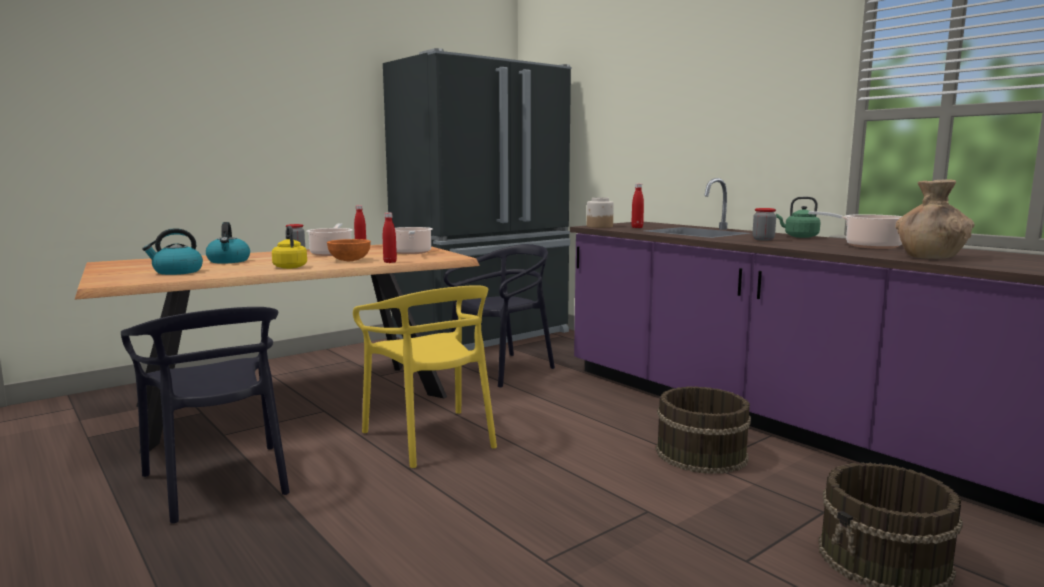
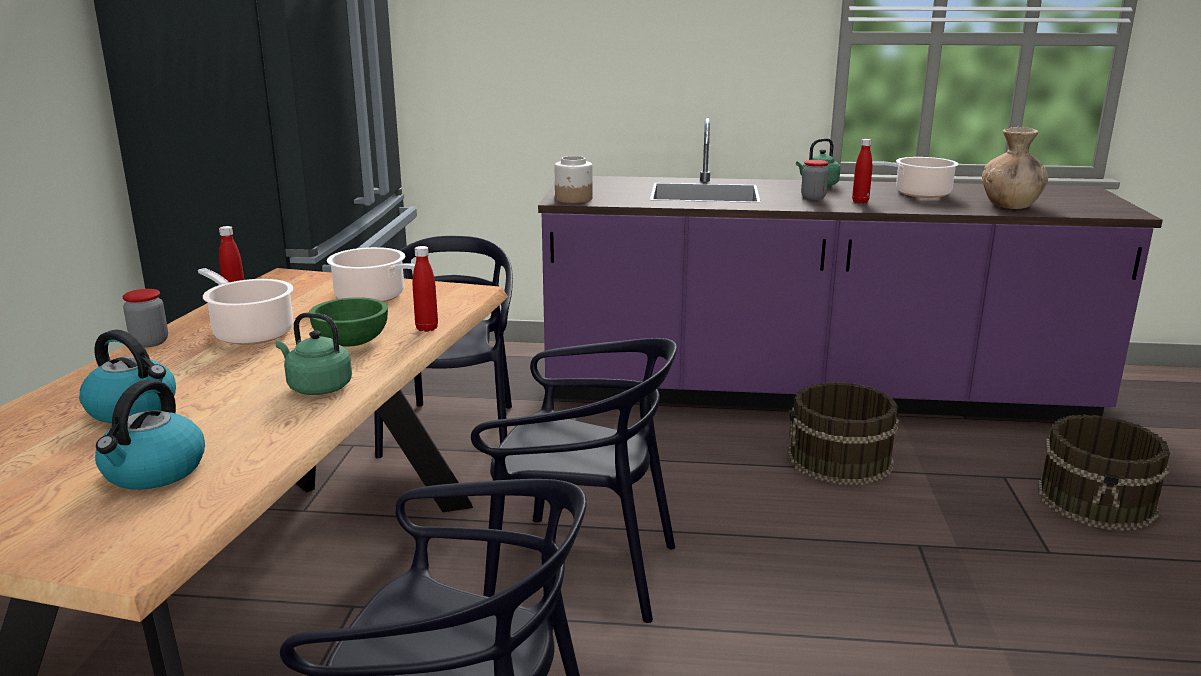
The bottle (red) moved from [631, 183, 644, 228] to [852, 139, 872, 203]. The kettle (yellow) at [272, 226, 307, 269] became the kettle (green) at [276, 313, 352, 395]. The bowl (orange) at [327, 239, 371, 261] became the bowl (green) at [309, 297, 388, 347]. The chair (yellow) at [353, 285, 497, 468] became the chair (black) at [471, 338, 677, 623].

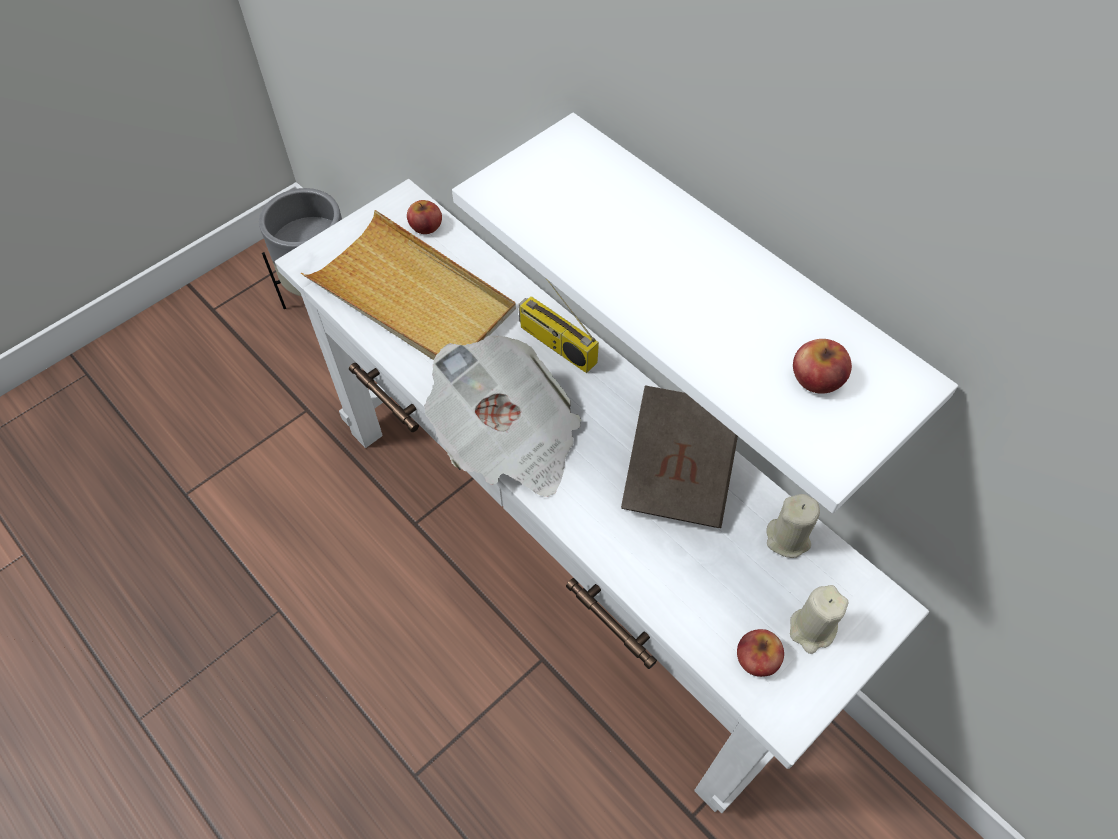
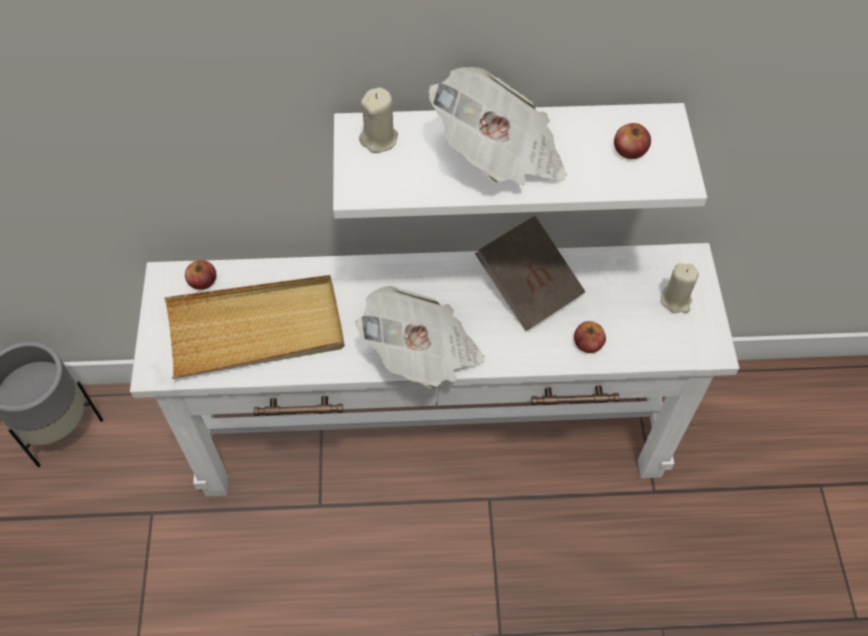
The radio at [518, 280, 599, 373] disappeared. The candle (beige) moved from [766, 494, 820, 558] to [359, 87, 398, 153]. The apple moved from [737, 629, 784, 677] to [574, 321, 606, 353]. The newspaper at [429, 67, 567, 186] appeared.

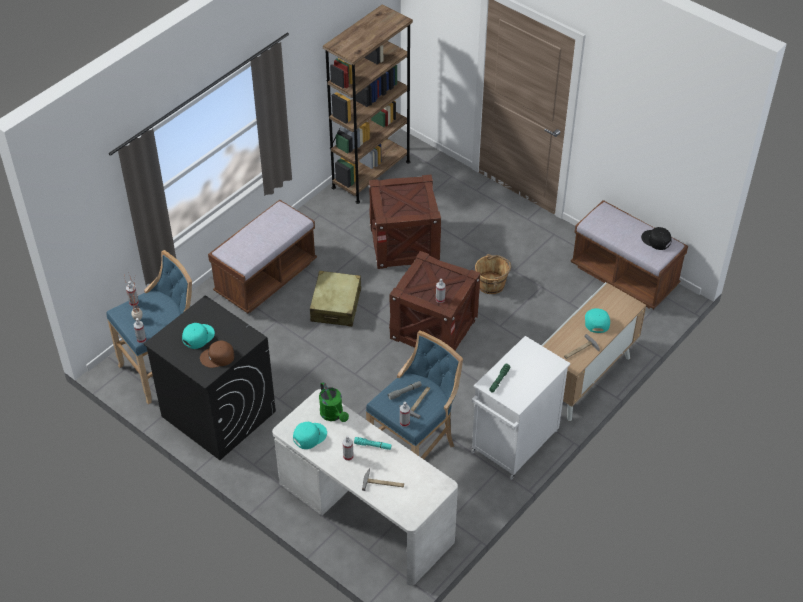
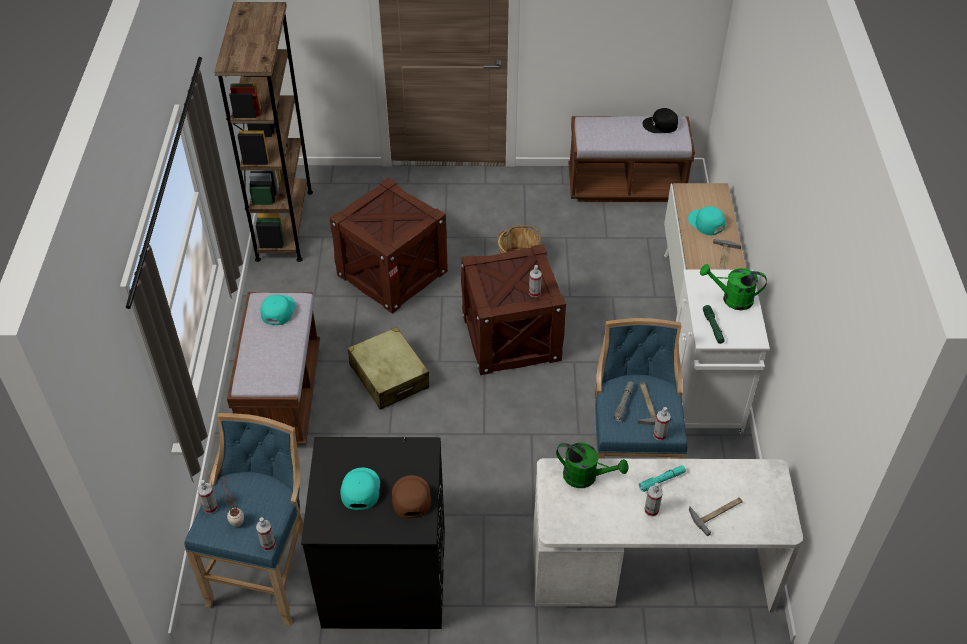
The cap (brown) at [200, 340, 234, 368] turned 135 degrees clockwise. The cap (turquoise) moved from [293, 422, 327, 449] to [260, 295, 296, 325]. The watering can (green) at [700, 264, 767, 310] appeared.

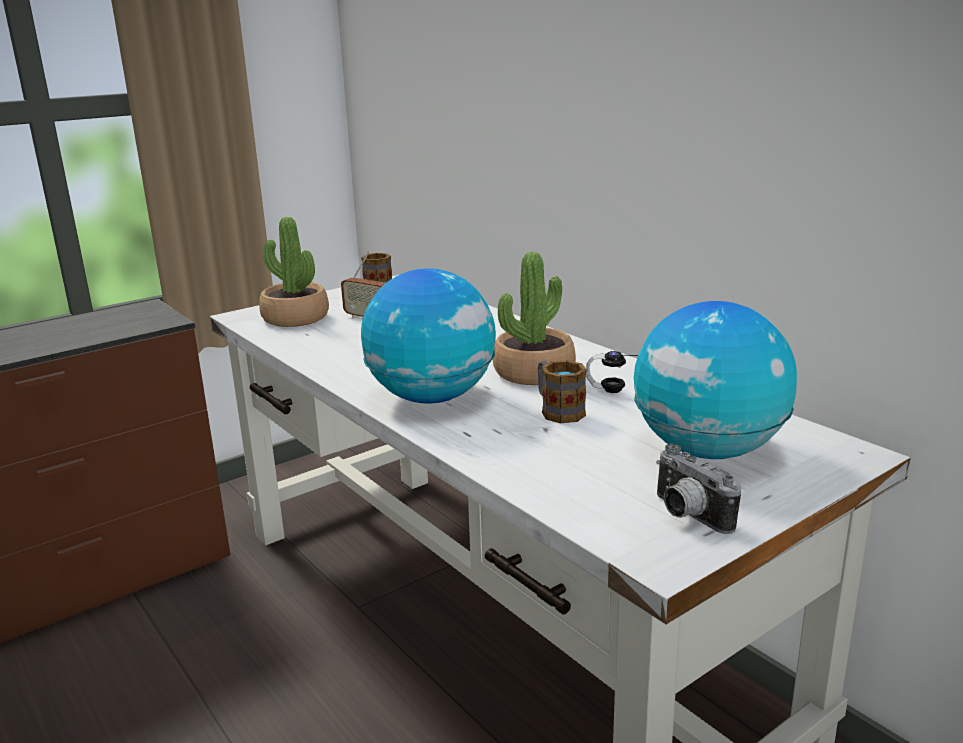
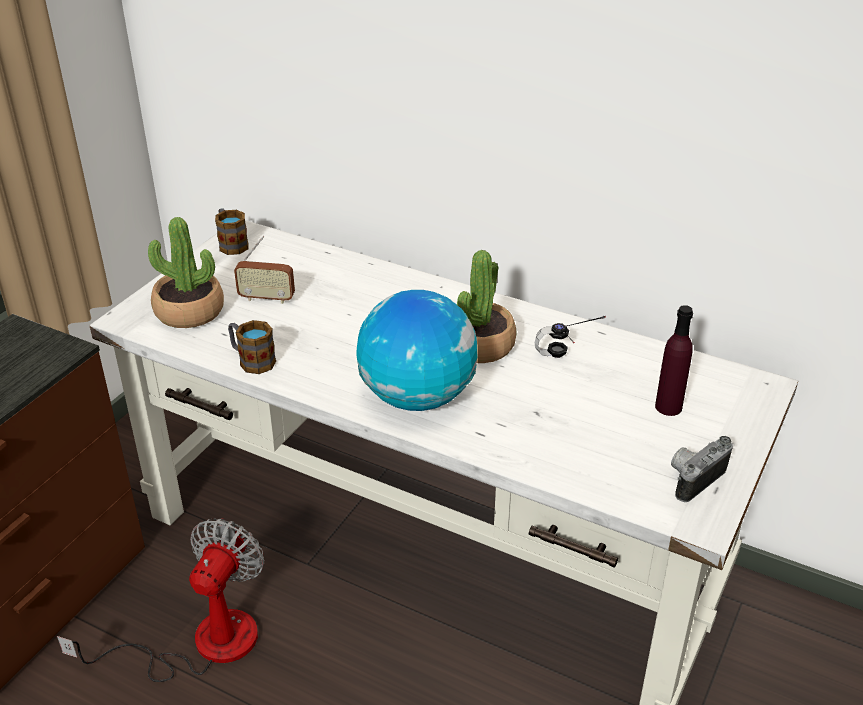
The globe at [634, 301, 797, 459] was replaced by the bottle (purple) at [655, 305, 693, 416]. The mug moved from [538, 360, 587, 423] to [228, 320, 276, 374]. The photo camera at [656, 444, 741, 534] turned 105 degrees clockwise. The fan at [57, 518, 264, 682] appeared.

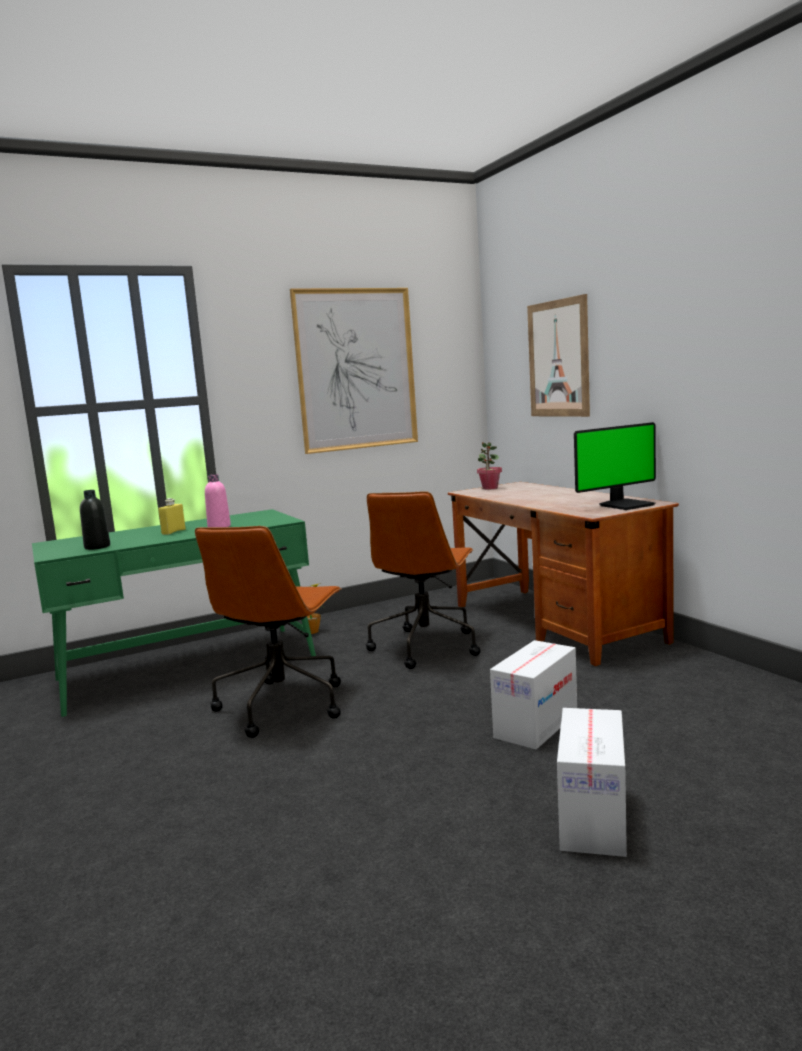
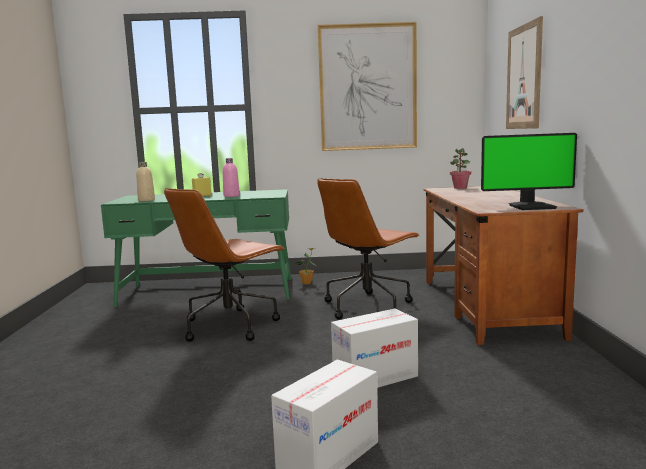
The bottle (black) at [80, 490, 110, 550] became the bottle (beige) at [136, 162, 155, 201].

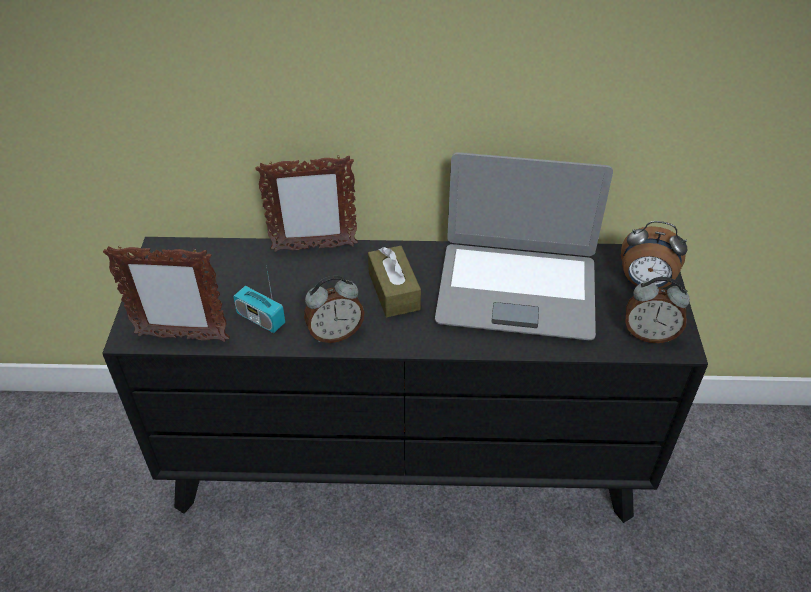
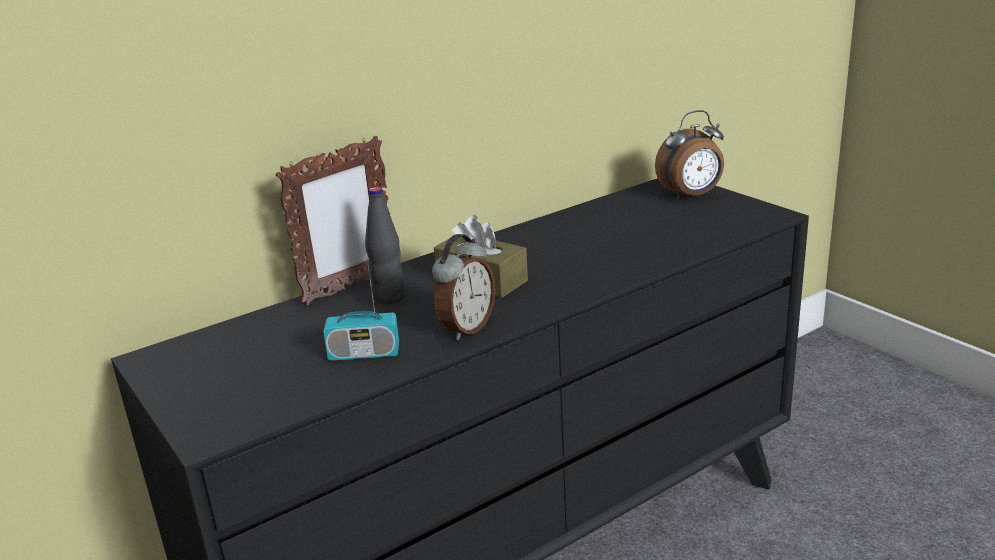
The laptop at [435, 152, 613, 340] disappeared. The picture frame at [103, 245, 230, 342] disappeared. The alarm clock at [626, 277, 690, 343] disappeared. The bottle (black) at [365, 187, 405, 304] appeared.

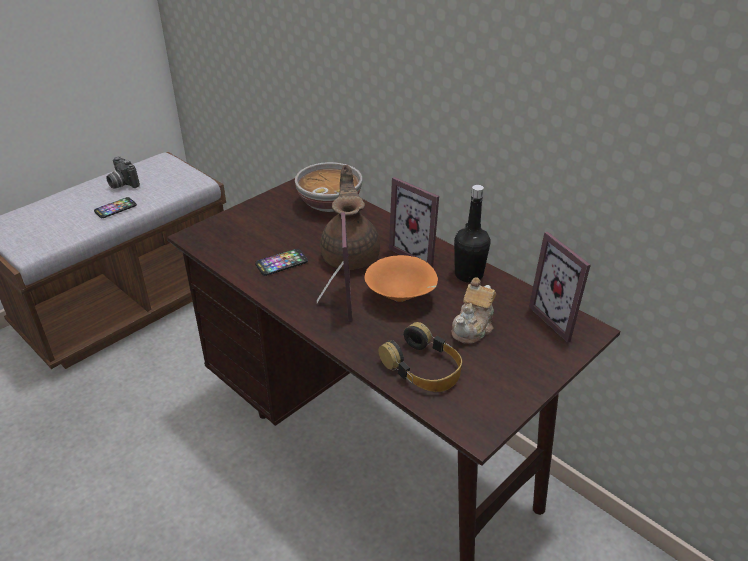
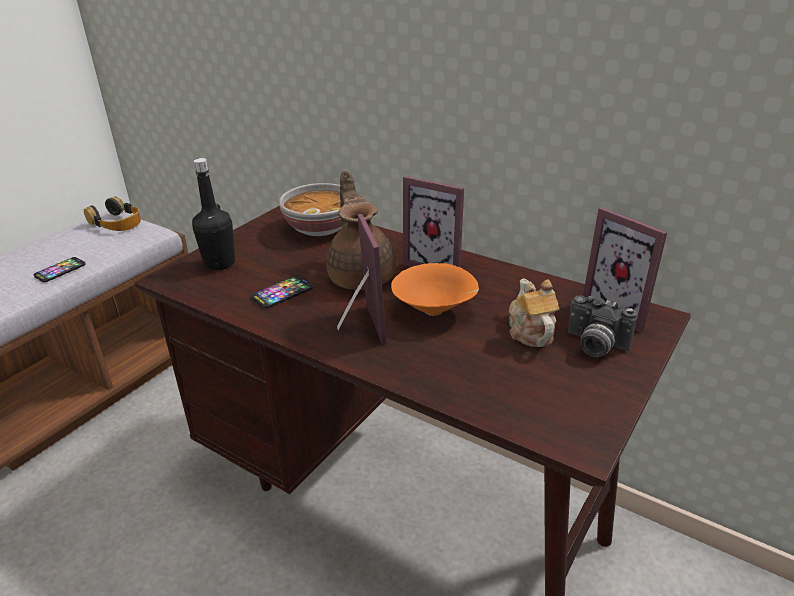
The photo camera moved from [106, 157, 140, 189] to [568, 295, 637, 357]. The bottle (black) moved from [454, 185, 491, 283] to [192, 158, 235, 270]. The teapot at [451, 277, 496, 344] turned 150 degrees clockwise. The headphones moved from [379, 322, 462, 392] to [84, 197, 141, 231].

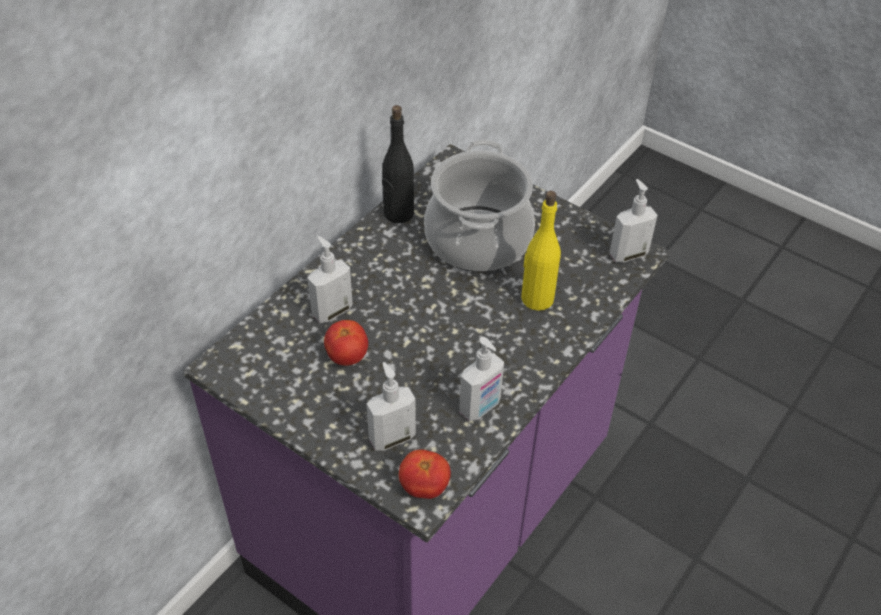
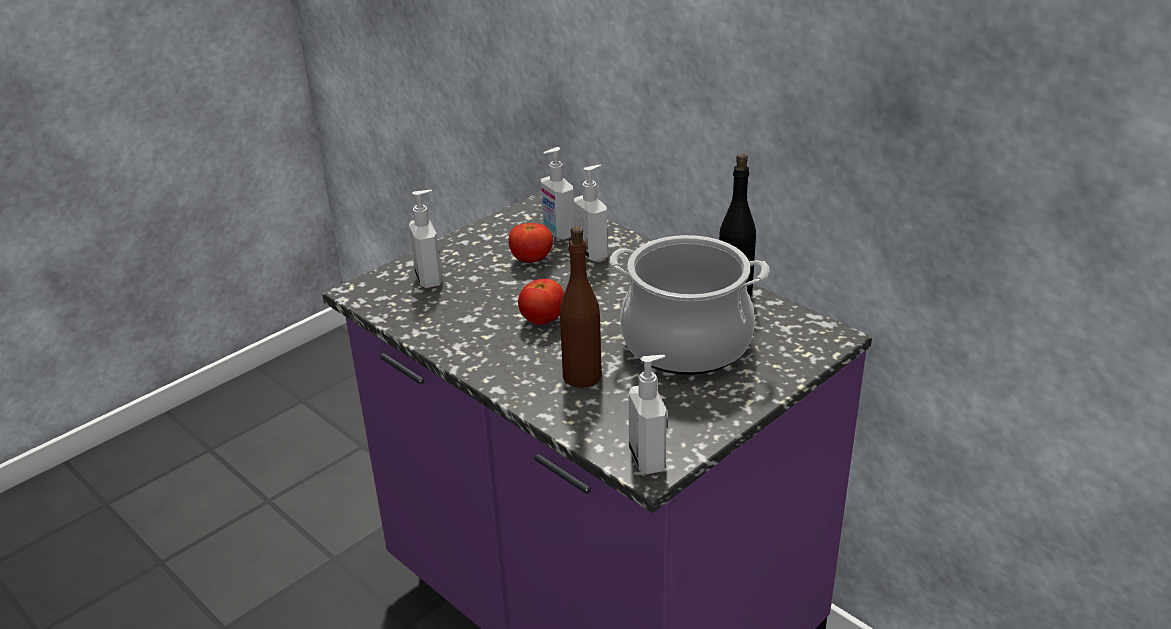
The bottle (yellow) at [521, 191, 561, 311] became the bottle (brown) at [560, 226, 601, 388]. The soap dispenser moved from [459, 337, 504, 421] to [541, 147, 575, 240]. The tomato moved from [399, 449, 451, 499] to [518, 279, 564, 325].

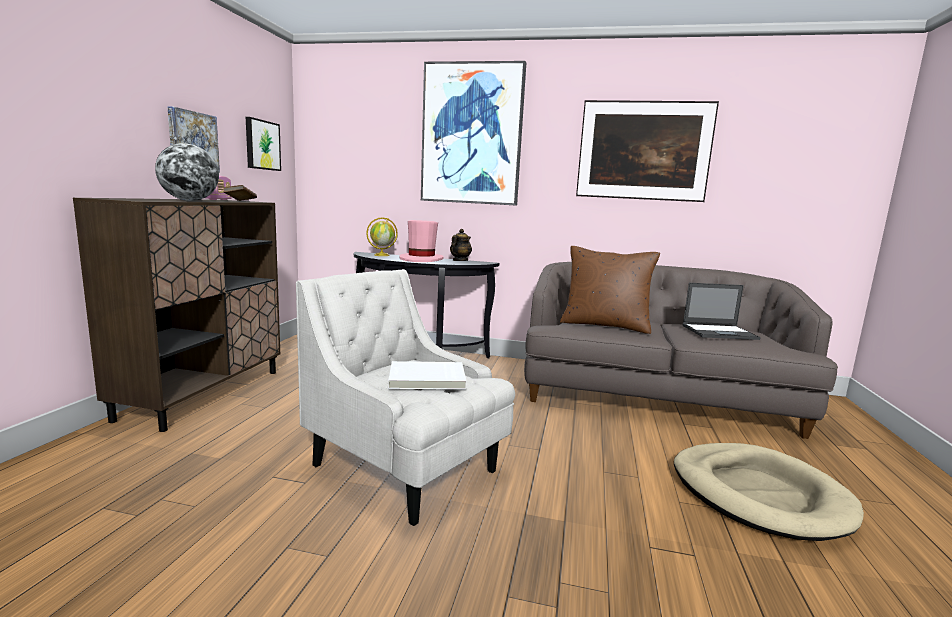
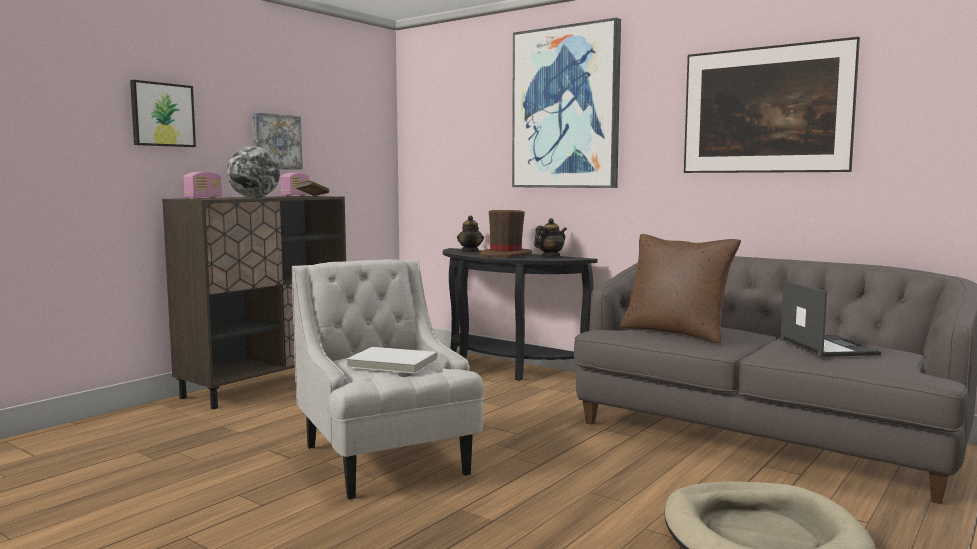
The picture moved from [246, 117, 281, 171] to [130, 80, 196, 147]. The globe at [366, 217, 398, 256] was replaced by the teapot at [457, 216, 484, 252]. The hat (pink) at [399, 220, 444, 262] became the hat (brown) at [480, 210, 532, 258]. The laptop at [682, 283, 761, 340] turned 120 degrees counterclockwise. The radio at [184, 172, 222, 199] appeared.

